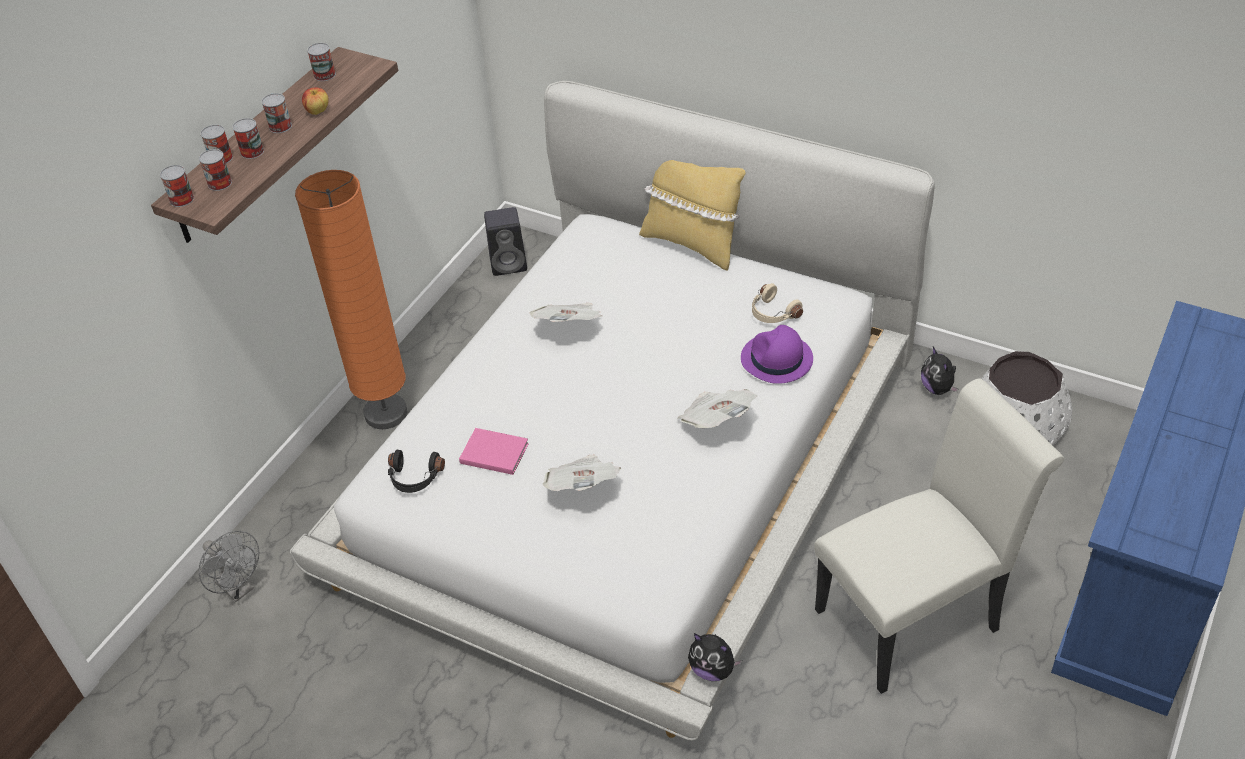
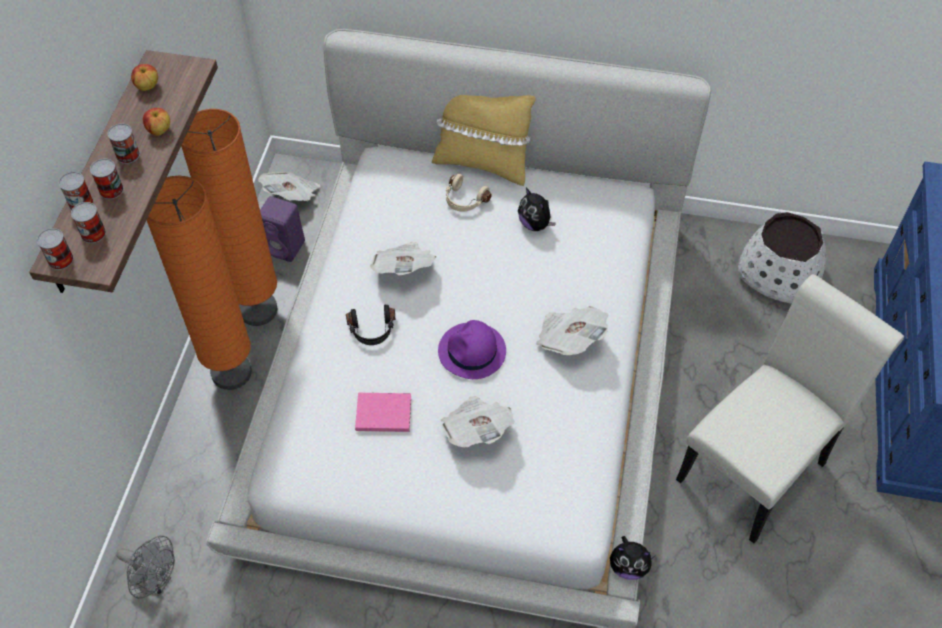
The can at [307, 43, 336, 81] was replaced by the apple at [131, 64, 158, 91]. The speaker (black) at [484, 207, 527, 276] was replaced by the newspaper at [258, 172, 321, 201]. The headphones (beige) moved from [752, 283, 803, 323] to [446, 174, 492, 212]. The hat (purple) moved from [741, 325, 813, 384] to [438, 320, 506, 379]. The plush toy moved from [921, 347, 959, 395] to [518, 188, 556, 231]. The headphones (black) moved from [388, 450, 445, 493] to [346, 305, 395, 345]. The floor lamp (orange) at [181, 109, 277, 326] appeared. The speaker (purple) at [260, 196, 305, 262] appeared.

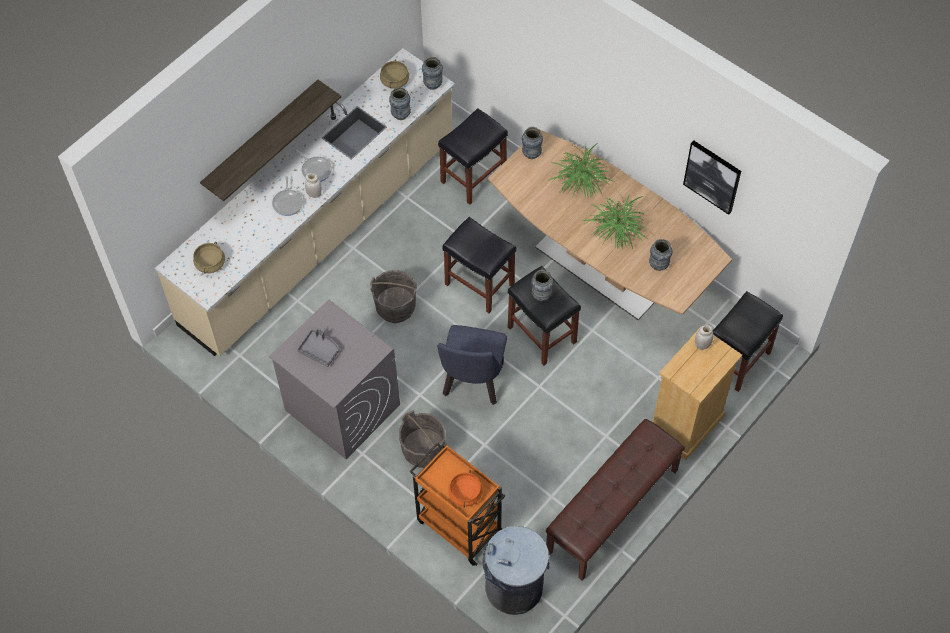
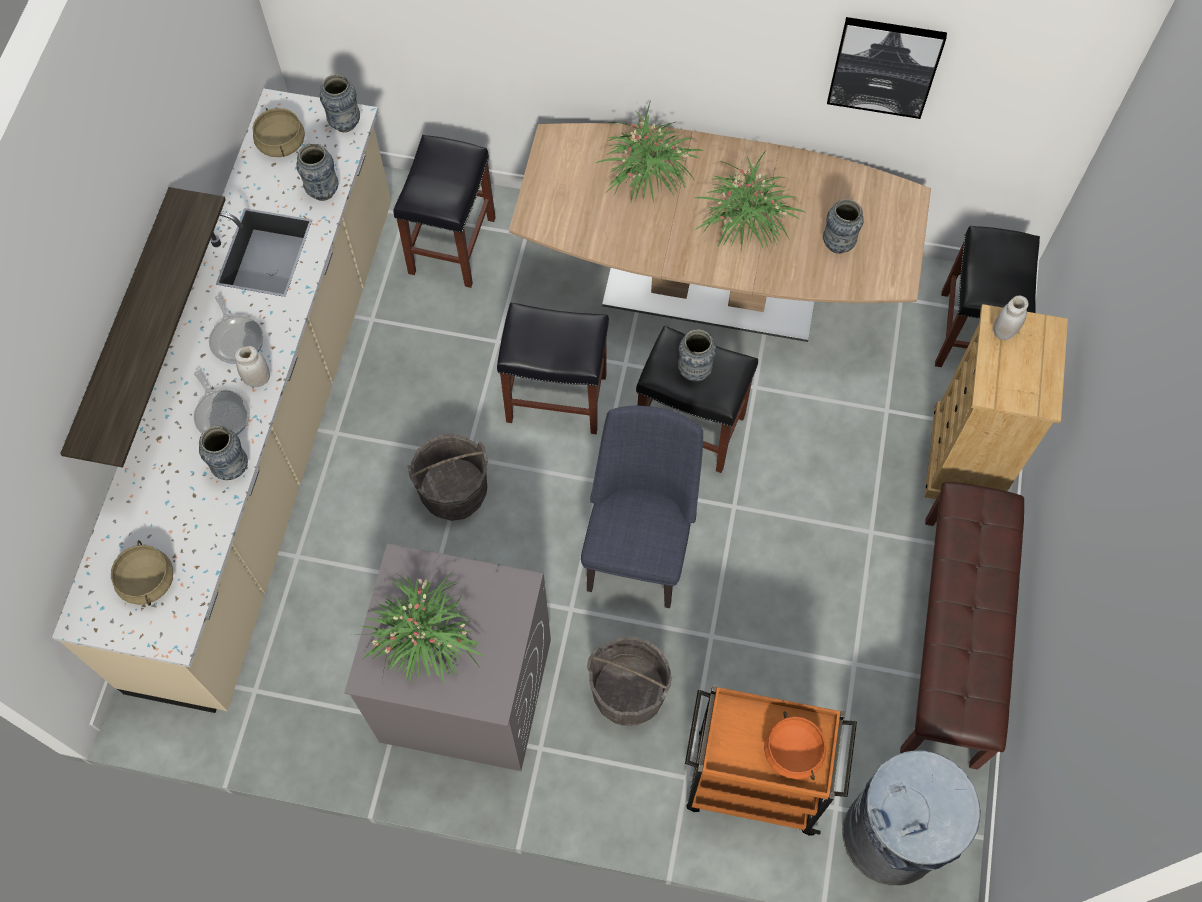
The vase moved from [522, 127, 543, 159] to [199, 426, 248, 480]. The frying pan at [297, 150, 332, 182] turned 45 degrees clockwise. The chair (blue) at [438, 325, 507, 405] turned 150 degrees counterclockwise. The tray (grey) at [297, 329, 340, 367] was replaced by the potted plant at [355, 572, 485, 687].

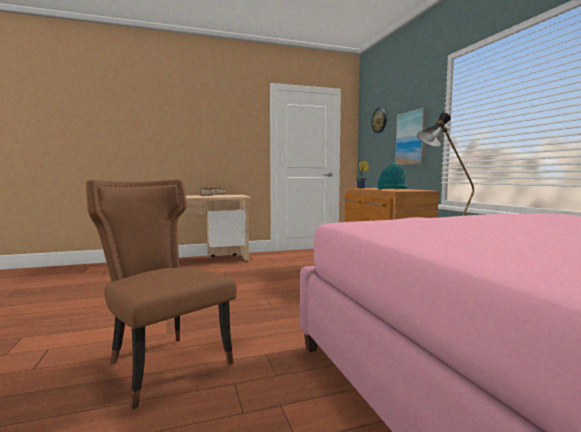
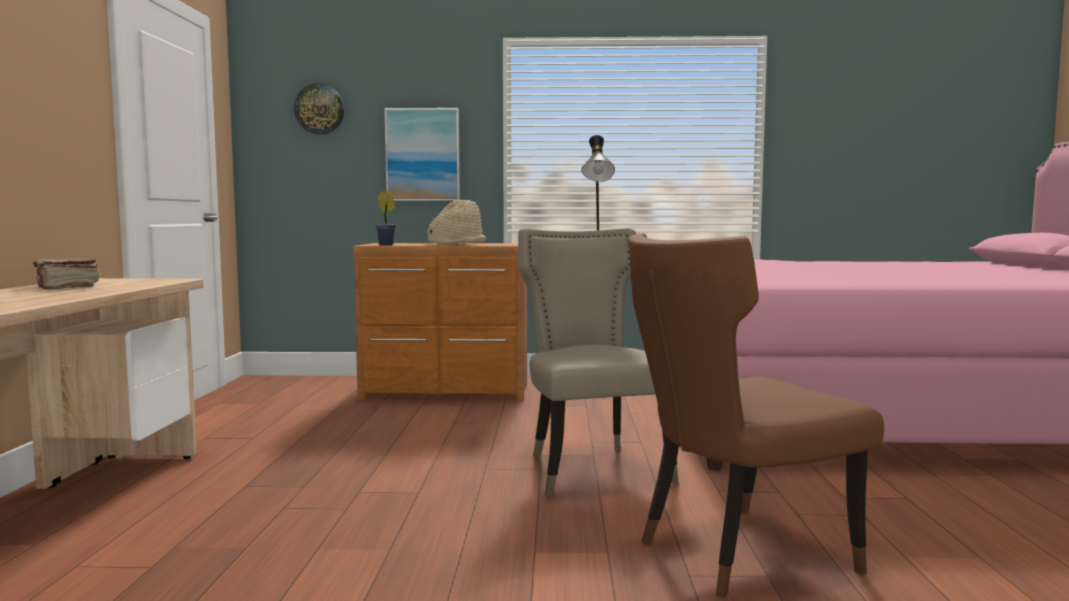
The hat (turquoise) at [378, 163, 408, 189] became the hat (beige) at [427, 200, 486, 245]. The chair (beige) at [518, 228, 679, 496] appeared.

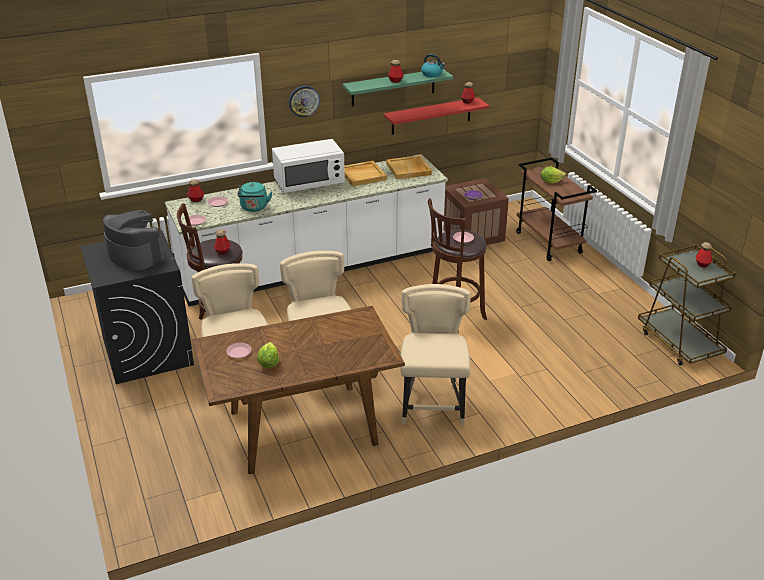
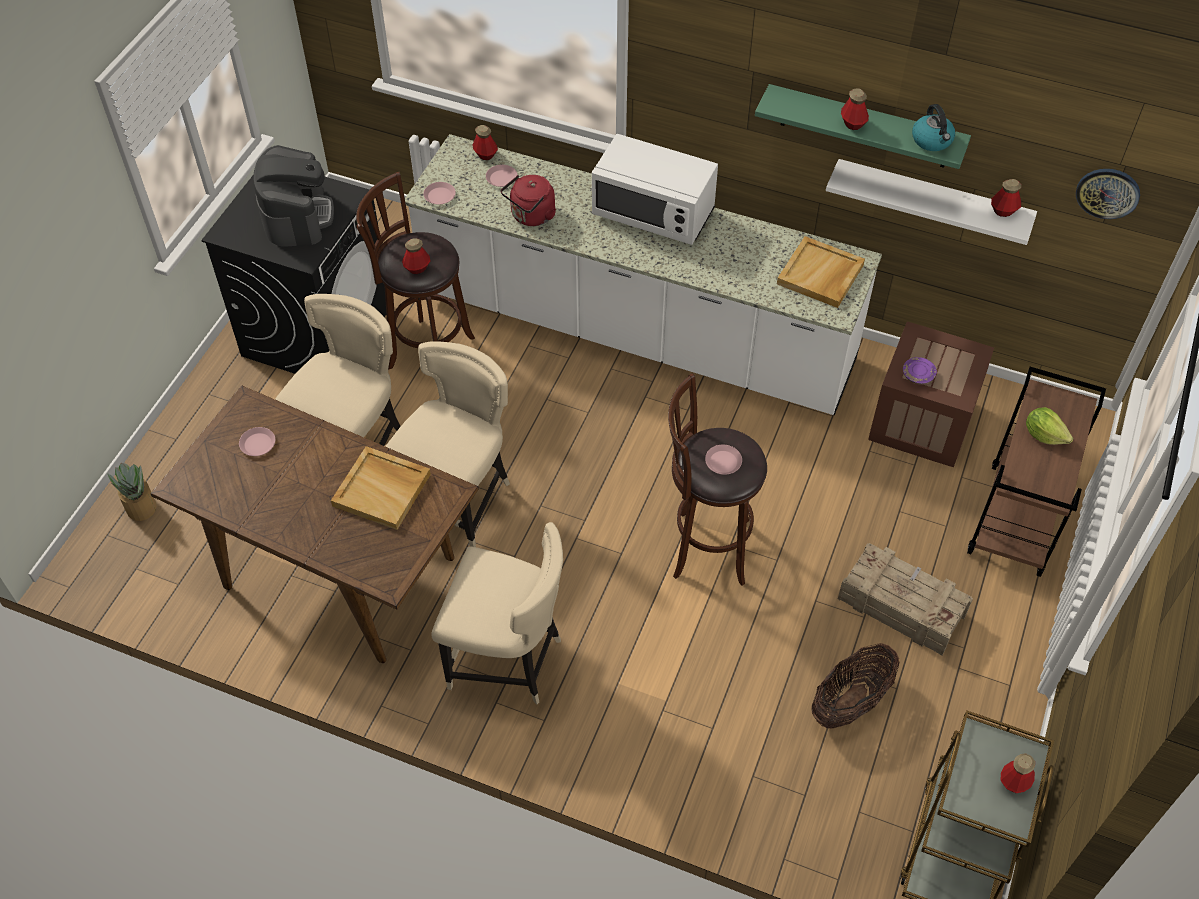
The wall clock moved from [289, 86, 320, 117] to [1076, 169, 1140, 219]. The shelf (red) at [384, 98, 489, 135] became the shelf (white) at [826, 159, 1037, 245]. The tray (beige) moved from [344, 161, 387, 187] to [331, 446, 431, 530]. The kettle (turquoise) at [238, 182, 272, 212] became the kettle (red) at [501, 175, 556, 226]. The chair (beige) at [400, 284, 471, 426] turned 60 degrees clockwise. The lettuce at [257, 342, 279, 368] disappeared. The potted plant at [107, 463, 156, 521] appeared. The crate at [838, 543, 973, 655] appeared. The basket at [811, 643, 899, 729] appeared.

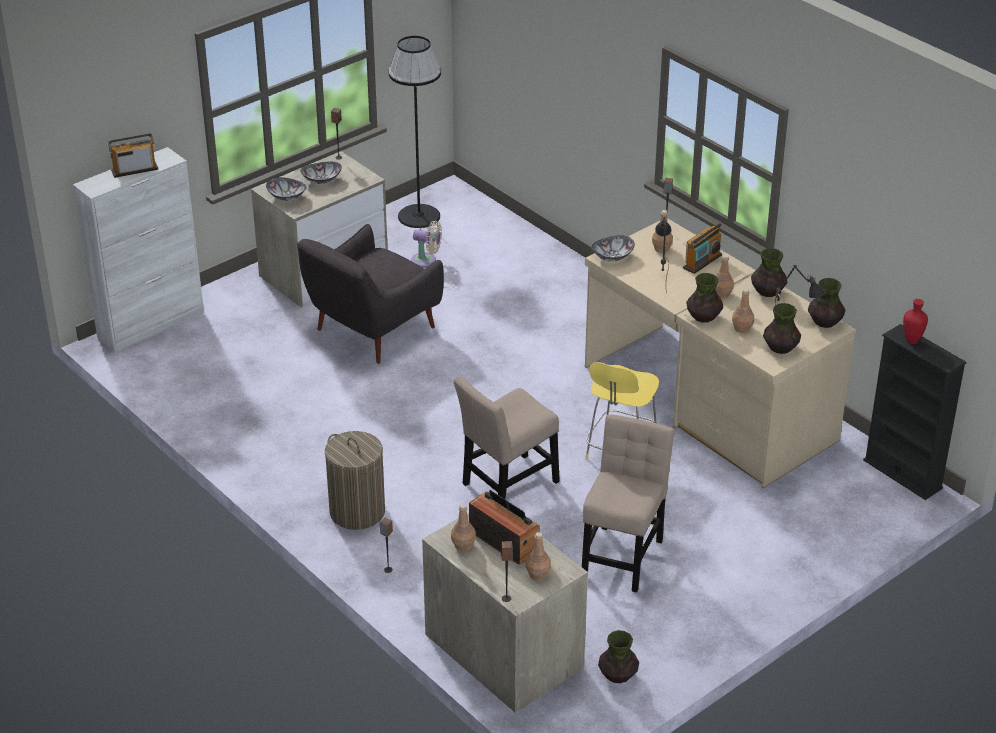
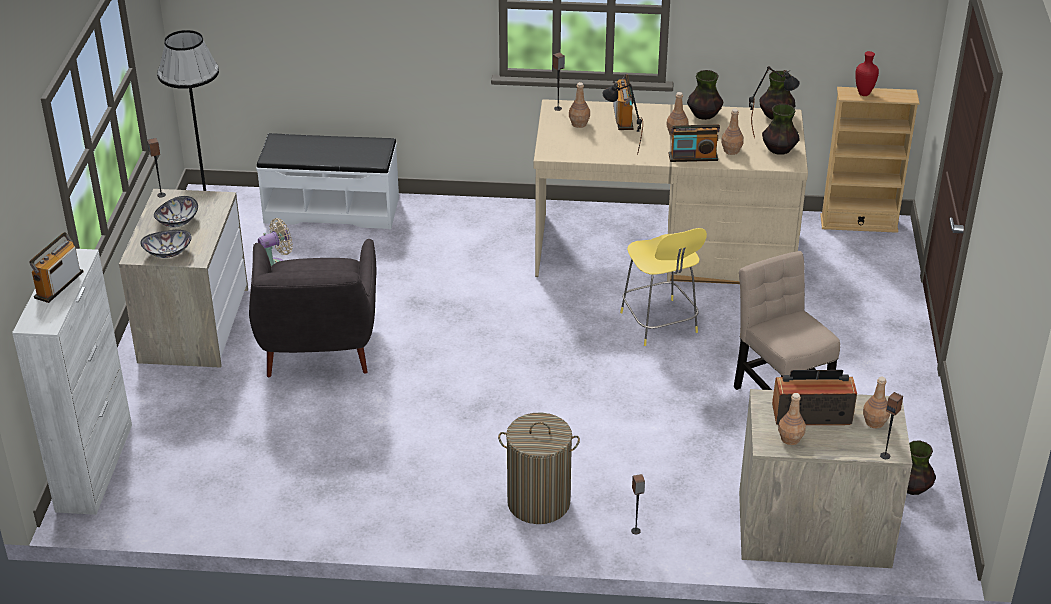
The bowl at [592, 235, 635, 262] disappeared. The vase at [686, 273, 723, 323] was replaced by the radio at [669, 125, 720, 162]. The bookcase (black) at [863, 324, 967, 500] became the bookcase (beige) at [820, 87, 920, 233]. The chair (beige) at [454, 376, 560, 499] disappeared. The bench (white) at [256, 133, 399, 229] appeared.

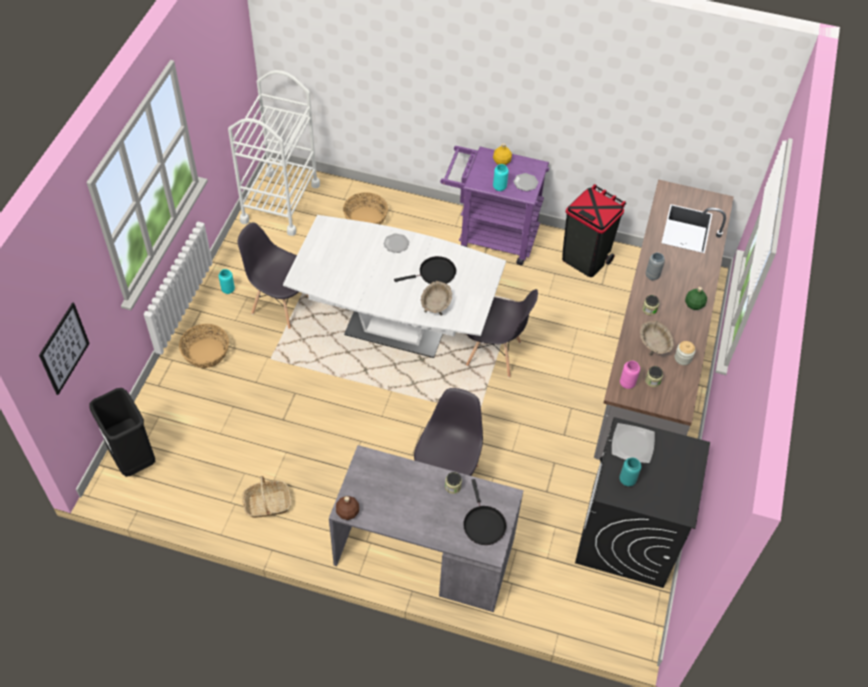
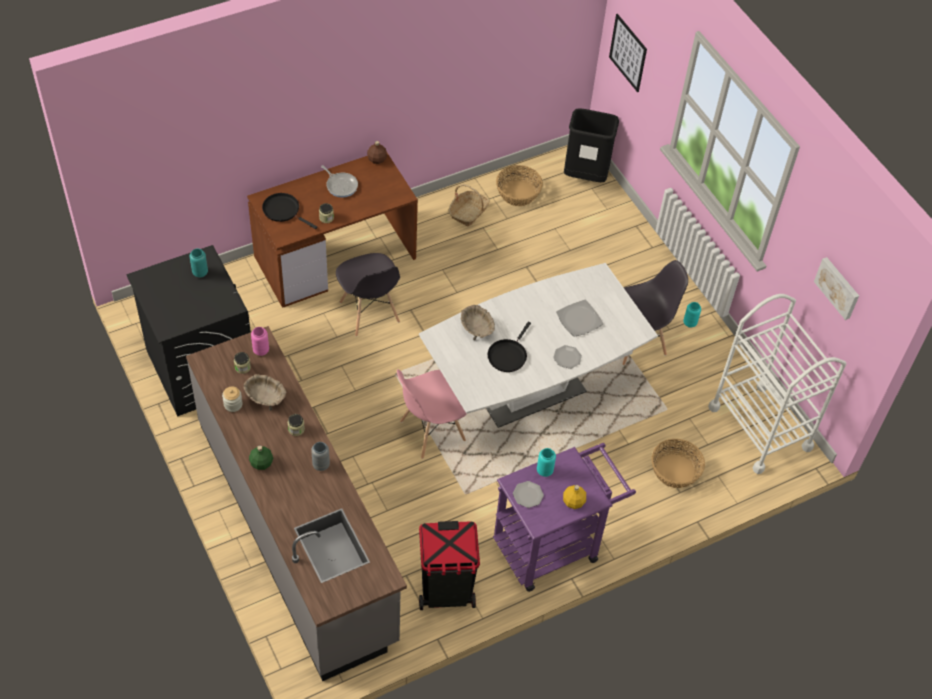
The chair (grey) at [466, 289, 538, 378] became the chair (pink) at [397, 369, 467, 459]. The basket moved from [179, 324, 229, 368] to [496, 165, 543, 206]. The plate moved from [612, 423, 655, 463] to [556, 300, 603, 337]. The desk (grey) at [329, 445, 524, 612] became the desk (brown) at [247, 151, 418, 308]. The frying pan at [321, 165, 358, 198] appeared. The picture at [814, 257, 859, 320] appeared.

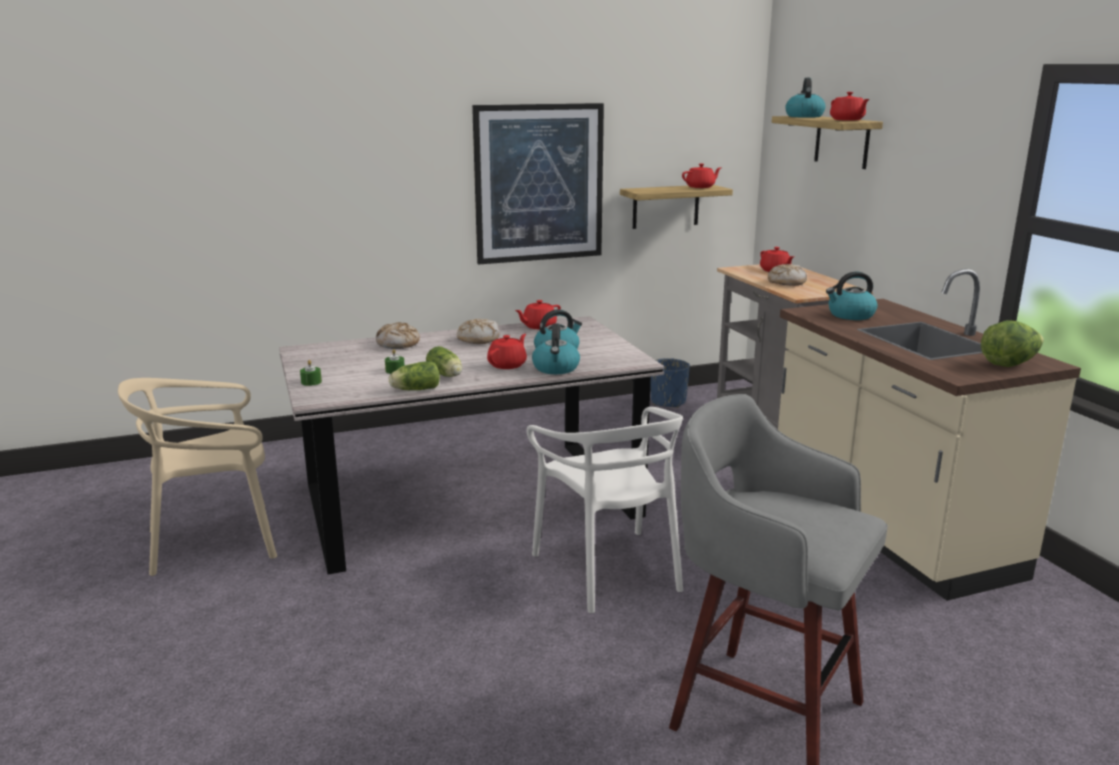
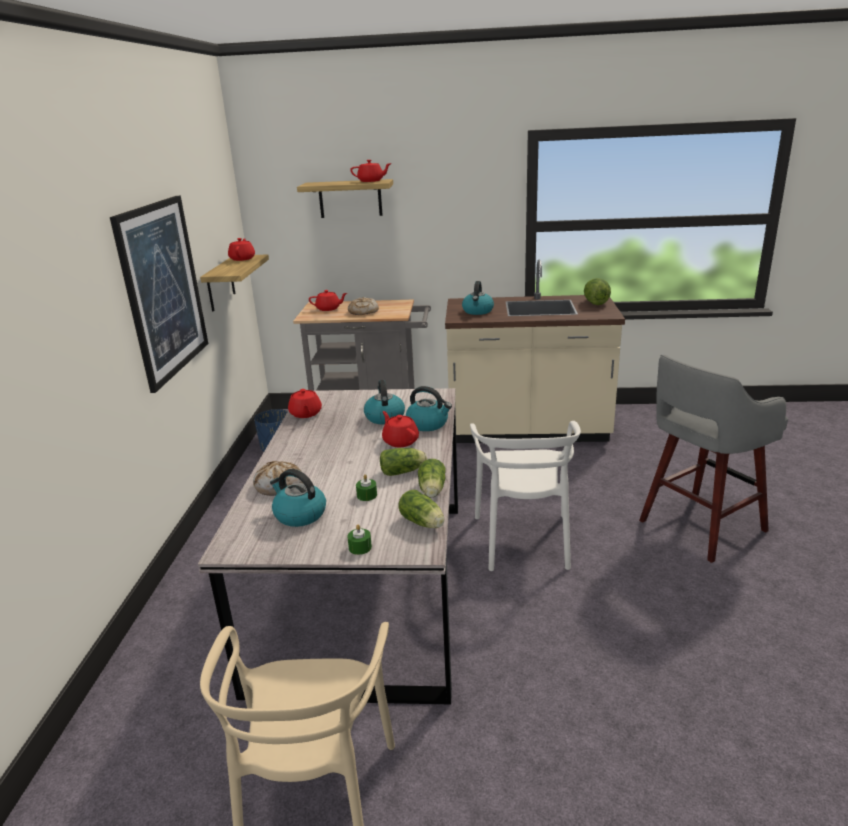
The kettle moved from [785, 78, 826, 118] to [270, 469, 326, 527]. The bread at [457, 319, 500, 344] disappeared. The chair (white) at [527, 407, 683, 613] turned 90 degrees clockwise. The lettuce at [399, 490, 444, 528] appeared.

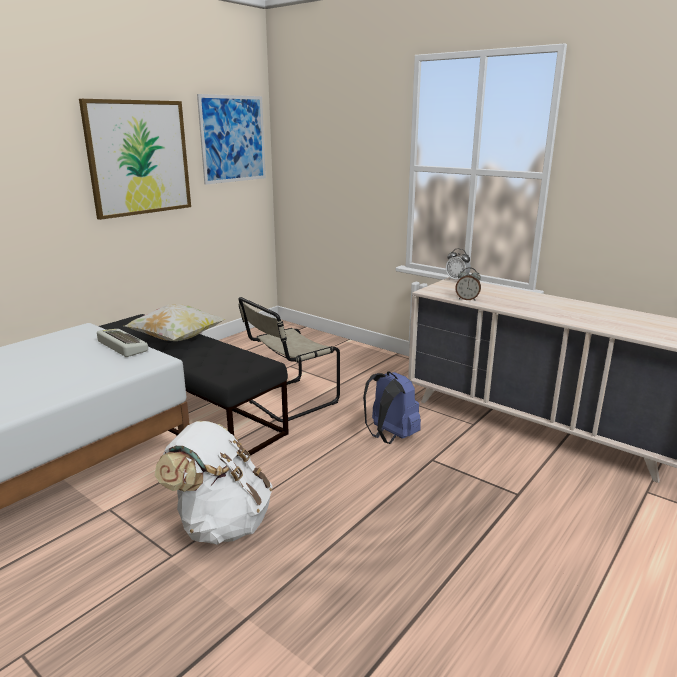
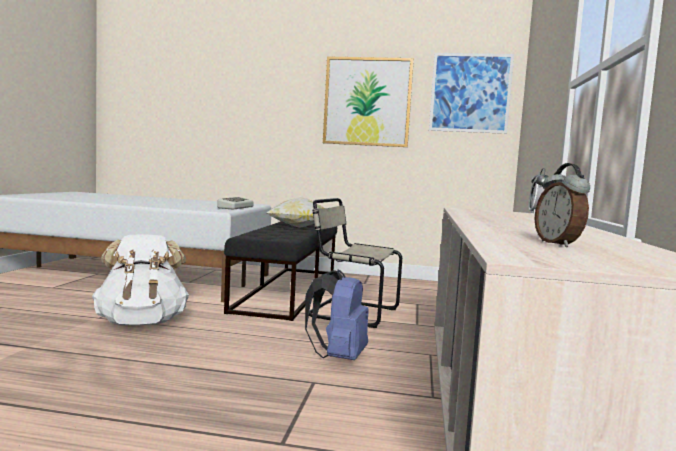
The alarm clock moved from [455, 267, 481, 301] to [535, 163, 590, 247].

